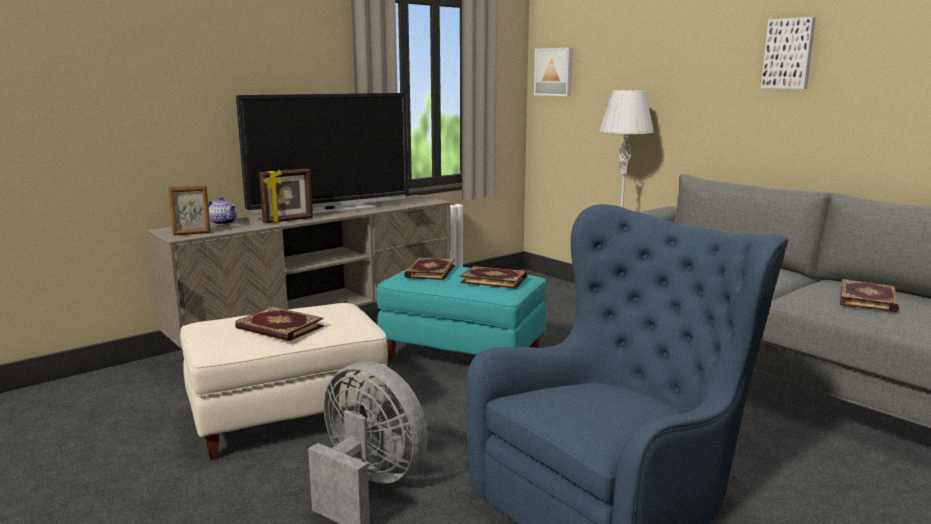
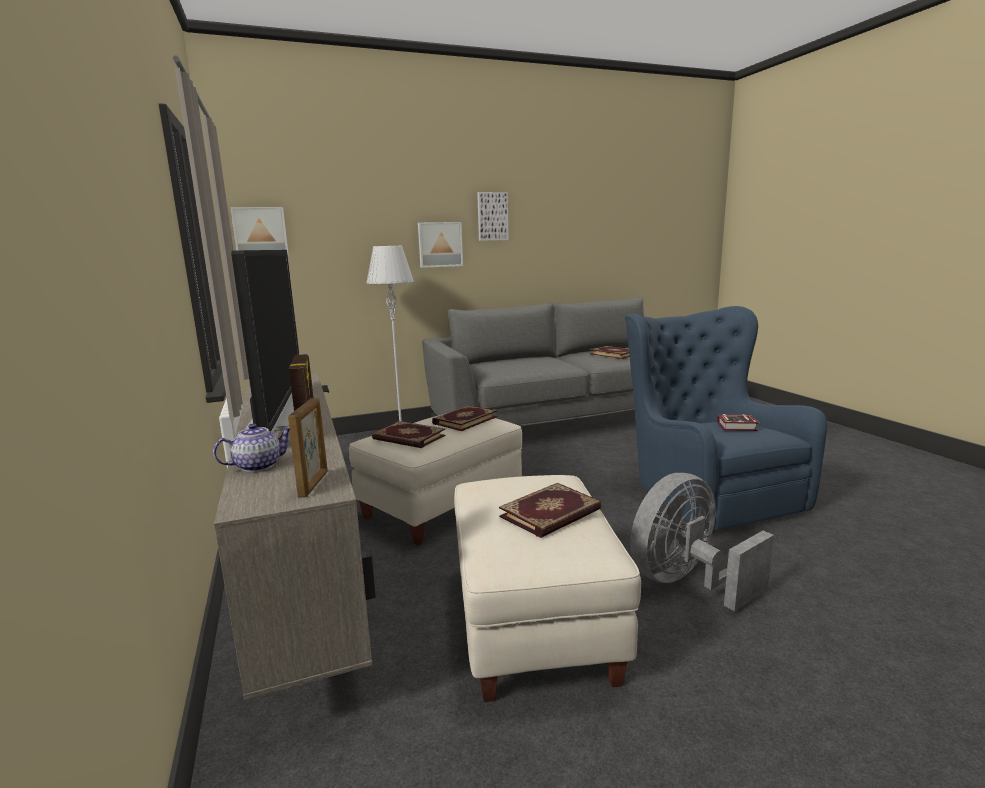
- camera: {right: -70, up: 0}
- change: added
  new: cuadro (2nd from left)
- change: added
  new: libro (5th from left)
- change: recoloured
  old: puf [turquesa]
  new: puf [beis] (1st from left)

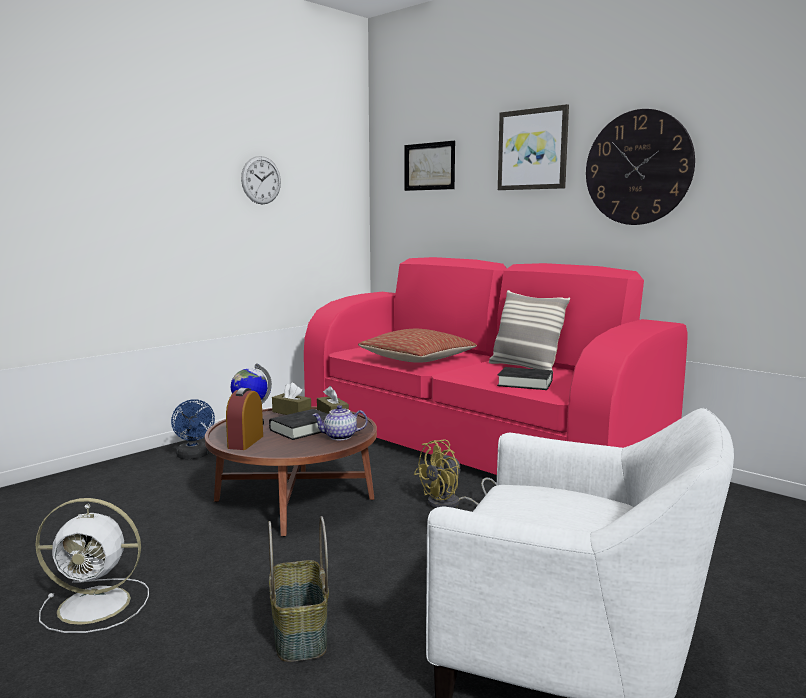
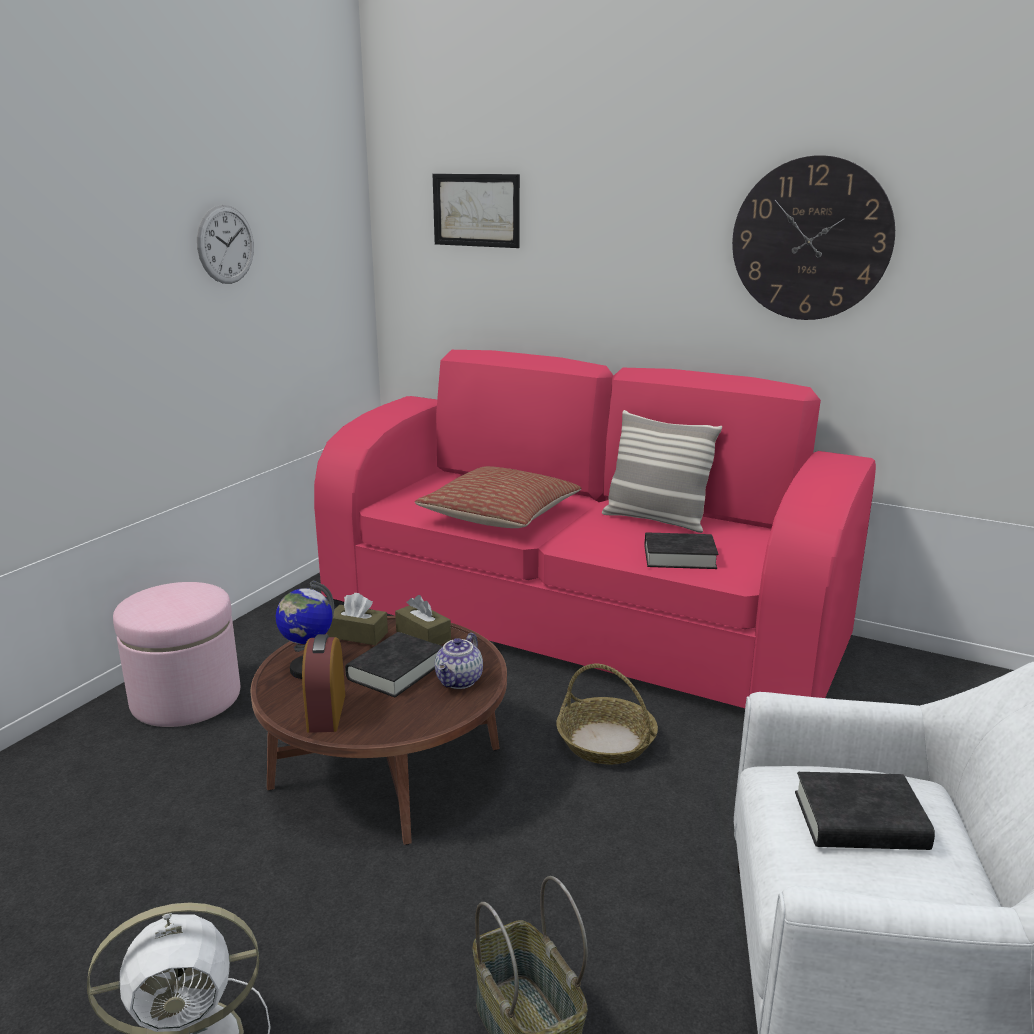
- camera: {right: -15, up: 10}
- change: removed
  old: cuadro (2nd from left)
- change: added
  new: libro [negro] (3rd from left)
- change: replaced
  old: ventilador [azul]
  new: puf [rosa]
- change: replaced
  old: ventilador [amarillo]
  new: cesta (2nd from left)
- change: turned
  old: tetera
  degrees: -45

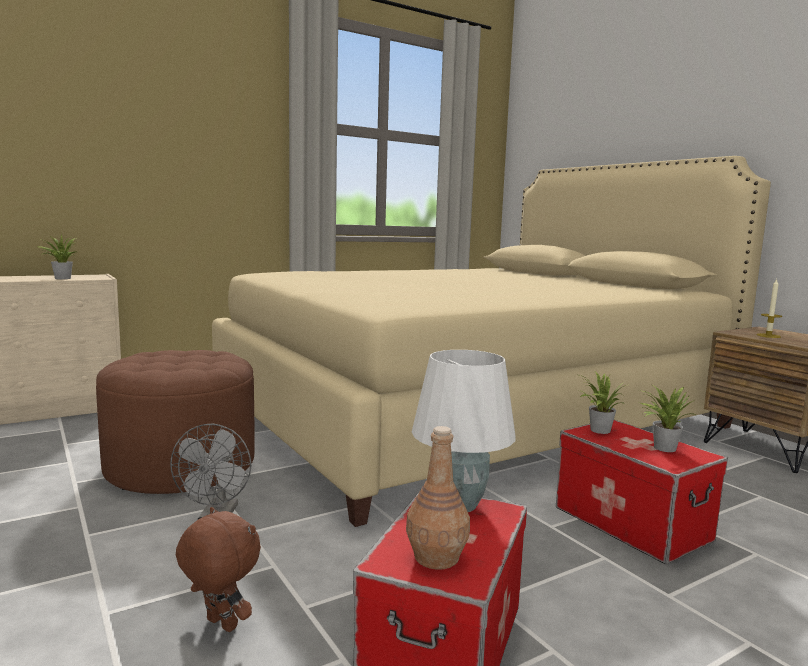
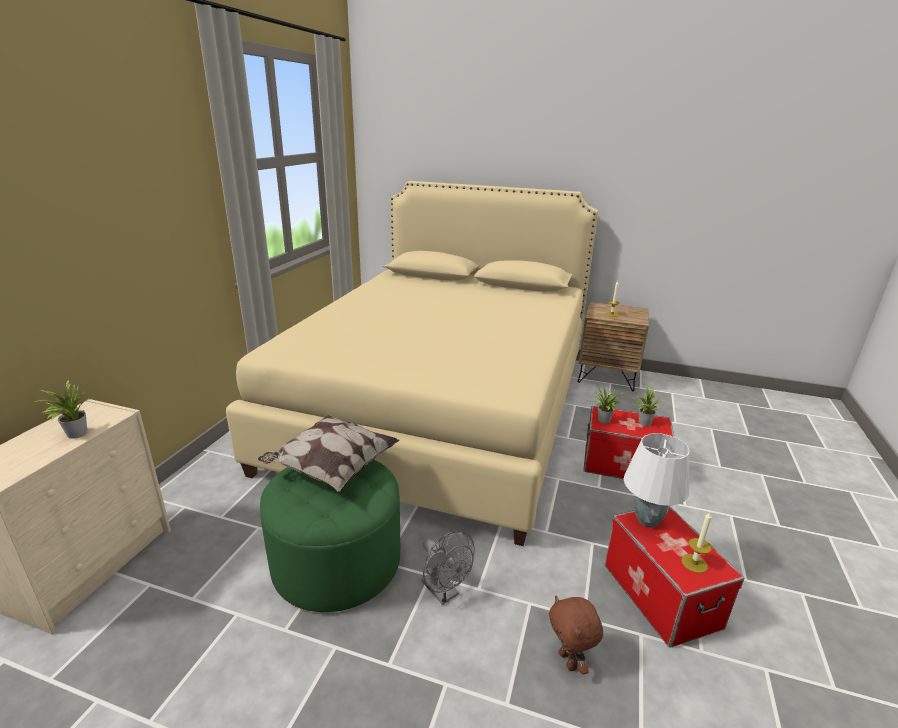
- camera: {right: -40, up: 15}
- change: added
  new: cojín
- change: replaced
  old: botella [marrón]
  new: vela (2nd from left)
- change: recoloured
  old: puf [marrón]
  new: puf [verde]
- change: turned
  old: peluche [marrón]
  degrees: -105

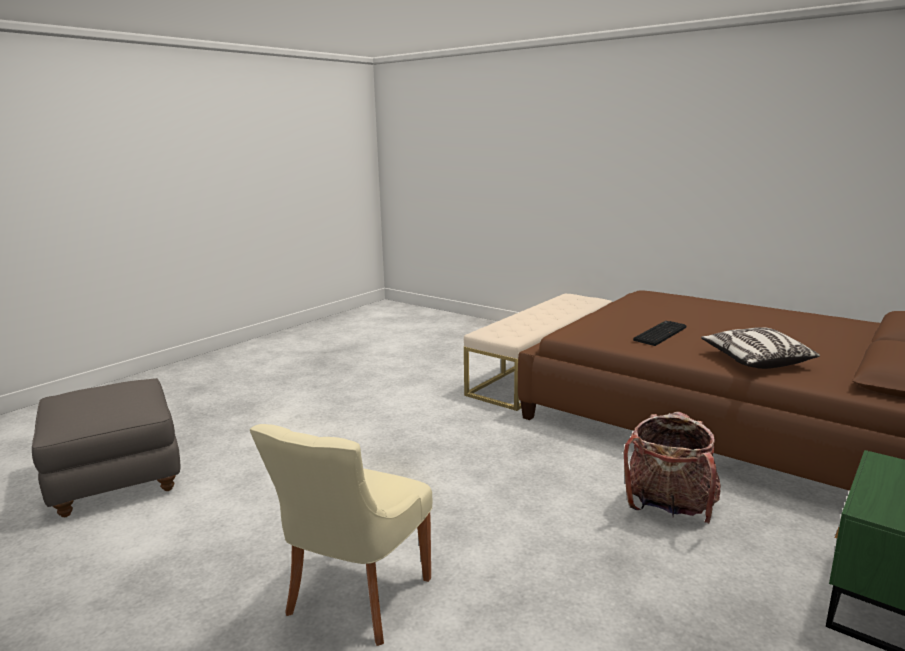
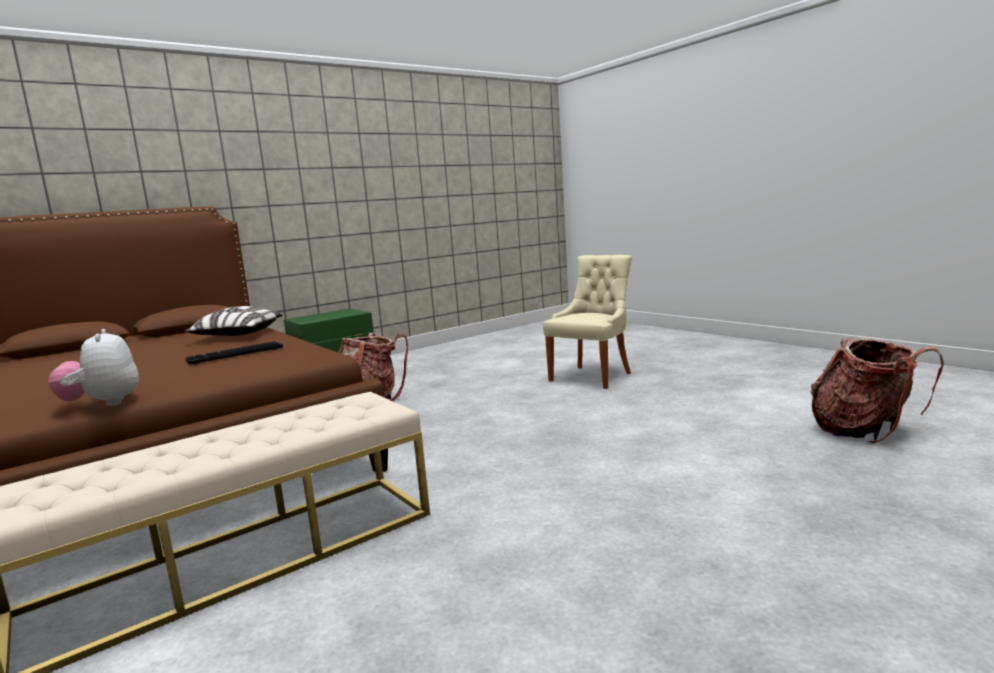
- camera: {right: -165, up: -5}
- change: added
  new: peluche
- change: replaced
  old: puf [gris]
  new: mochila (2nd from left)

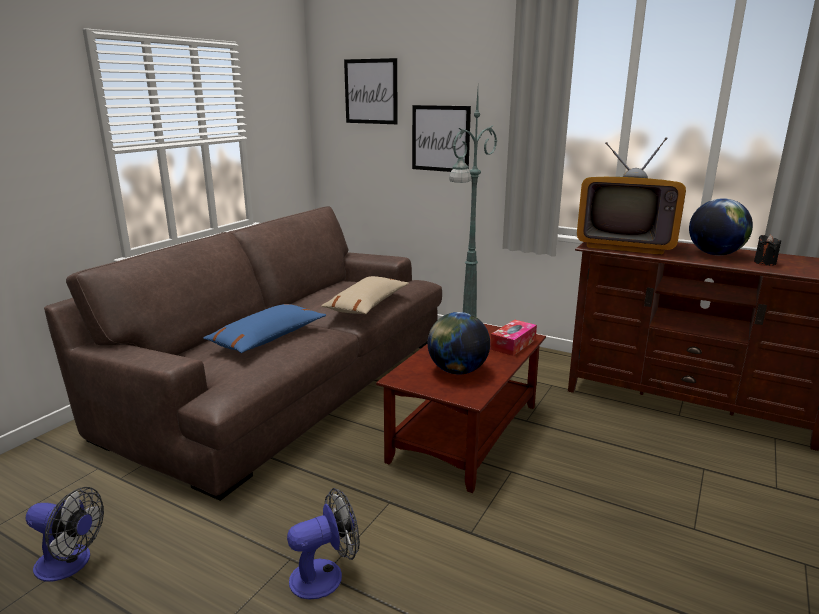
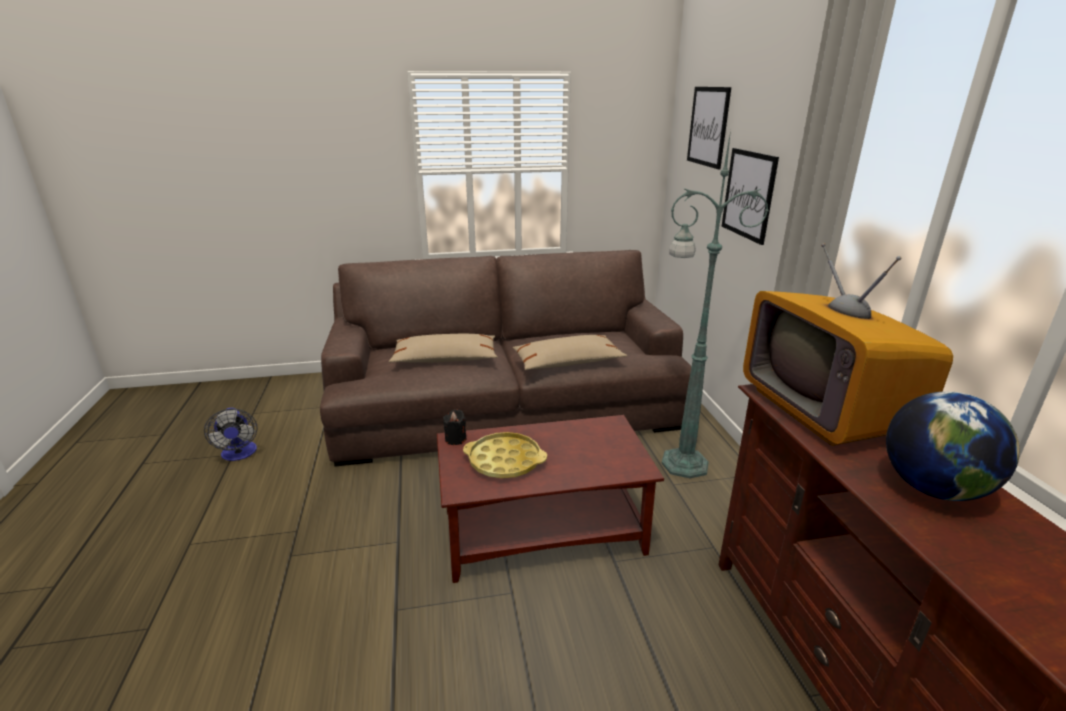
- camera: {right: 50, up: 5}
- change: removed
  old: ventilador (2nd from left)
- change: removed
  old: caja de pañuelos
- change: moved
  old: vela [negro]
- change: replaced
  old: globo terráqueo (1st from left)
  new: bandeja [amarillo]
- change: recoloured
  old: cojín [azul]
  new: cojín [beis] (1st from left)

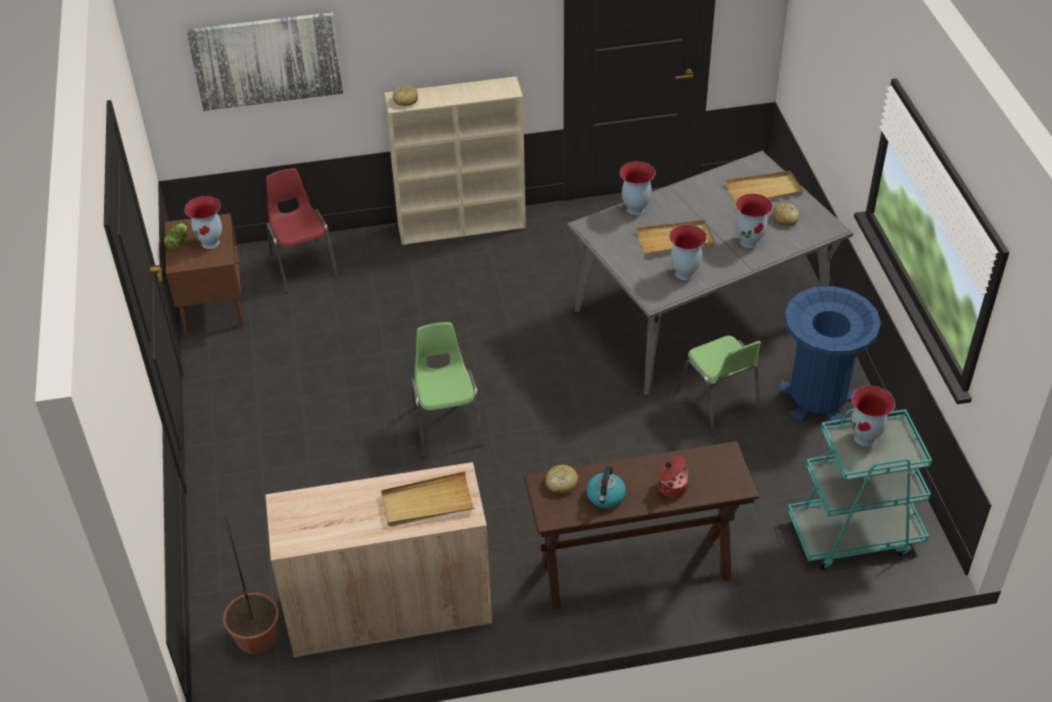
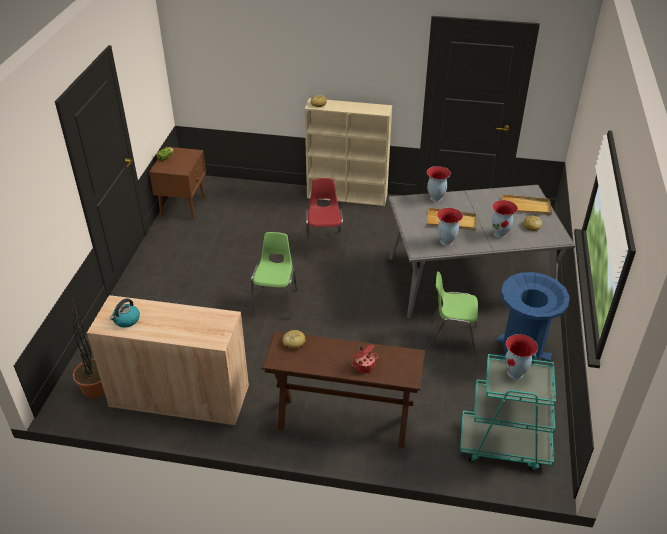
- camera: {right: 20, up: -5}
- change: removed
  old: florero (1st from left)
- change: removed
  old: cuadro
- change: removed
  old: bandeja [beis] (1st from left)
- change: moved
  old: silla [rojo]
- change: moved
  old: hervidor
- change: turned
  old: silla [verde] (2nd from left)
  degrees: 105

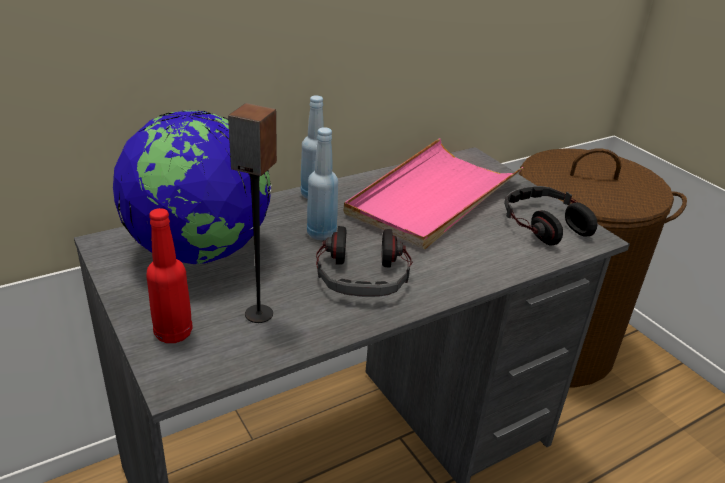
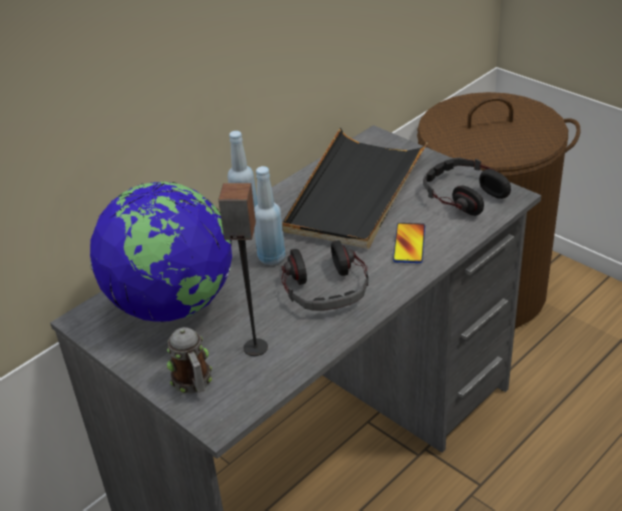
- camera: {right: -10, up: 5}
- change: added
  new: móvil
- change: replaced
  old: botella [rojo]
  new: taza grande
- change: recoloured
  old: bandeja [rosa]
  new: bandeja [negro]

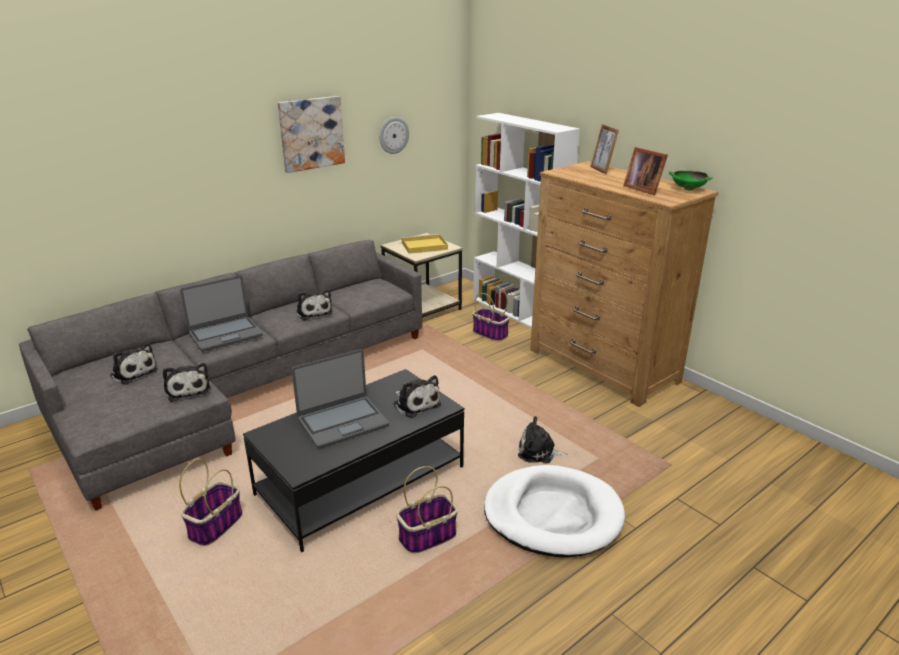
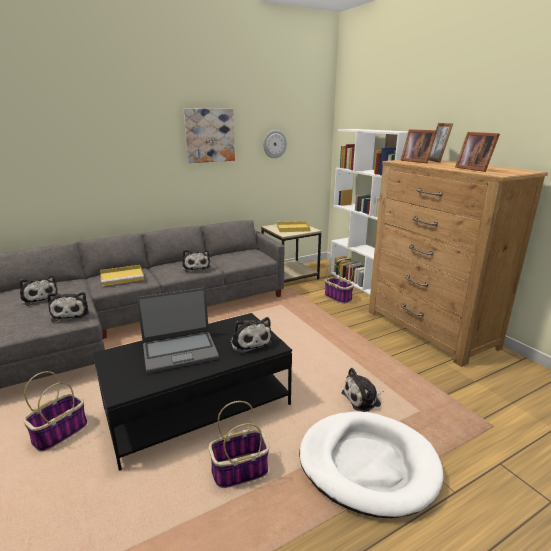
- camera: {right: 10, up: -5}
- change: removed
  old: cuenco [verde]
- change: added
  new: portarretratos (1st from left)
- change: replaced
  old: portátil (1st from left)
  new: bandeja [amarillo] (1st from left)
- change: turned
  old: peluche (5th from left)
  degrees: -45

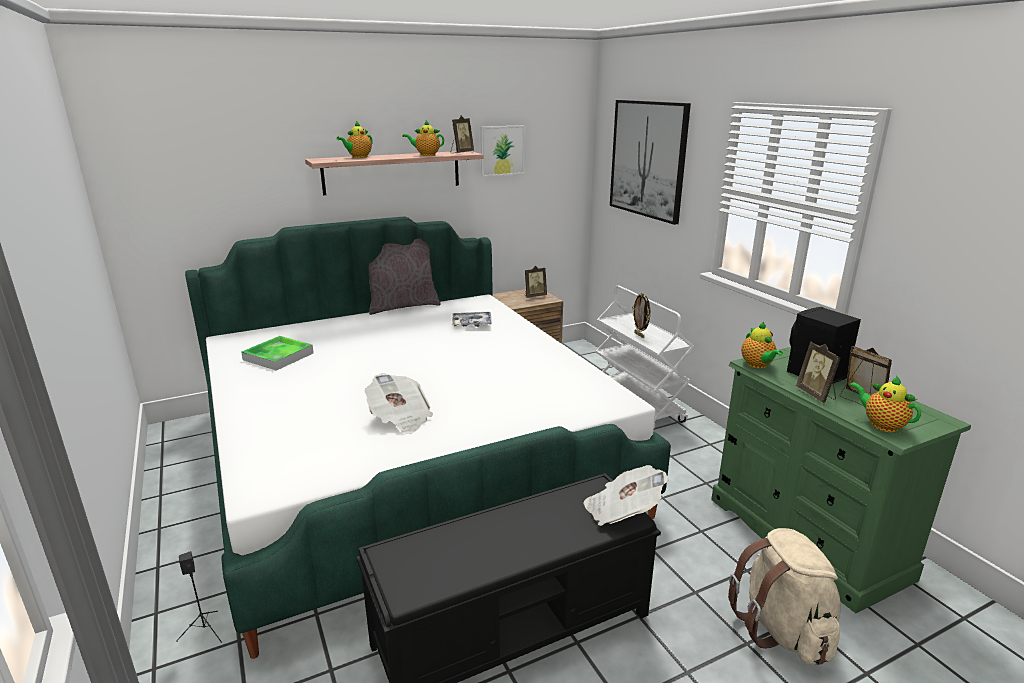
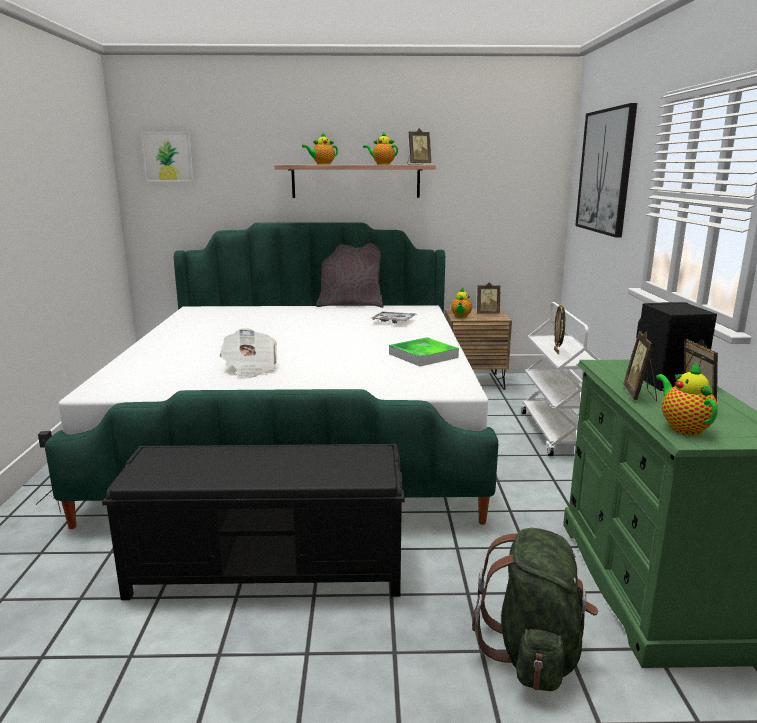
- camera: {right: 25, up: -5}
- change: removed
  old: periódico (2nd from left)
- change: moved
  old: bandeja (1st from left in the first image)
  new: bandeja (2nd from left)
- change: moved
  old: cuadro (1st from left)
- change: moved
  old: tetera (3rd from left)
- change: recoloured
  old: mochila [beis]
  new: mochila [verde]

